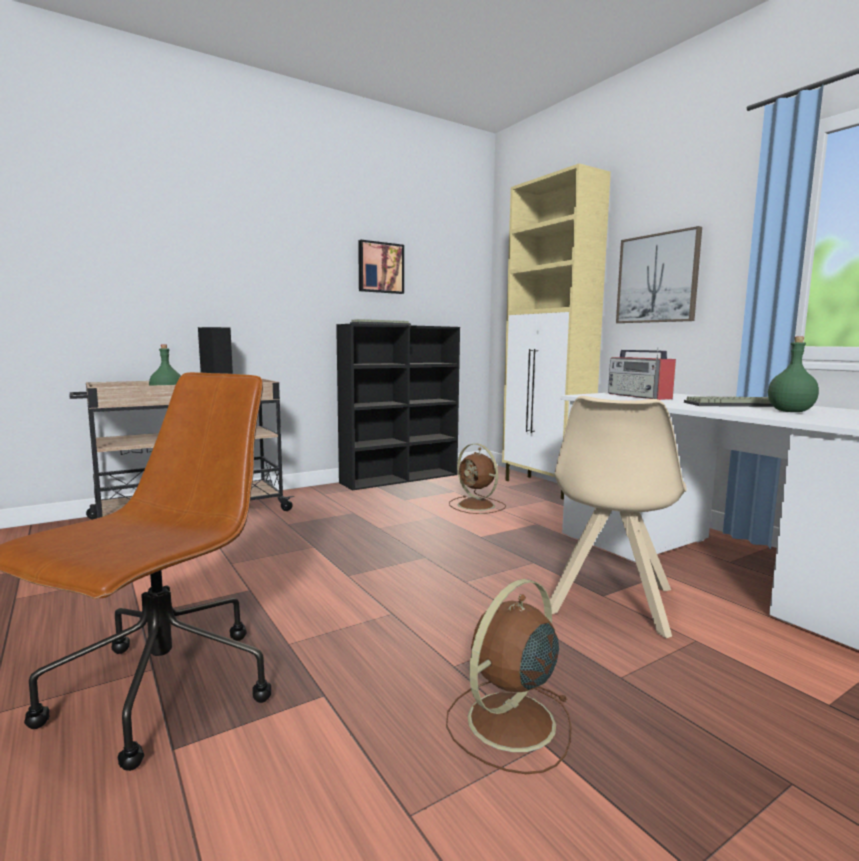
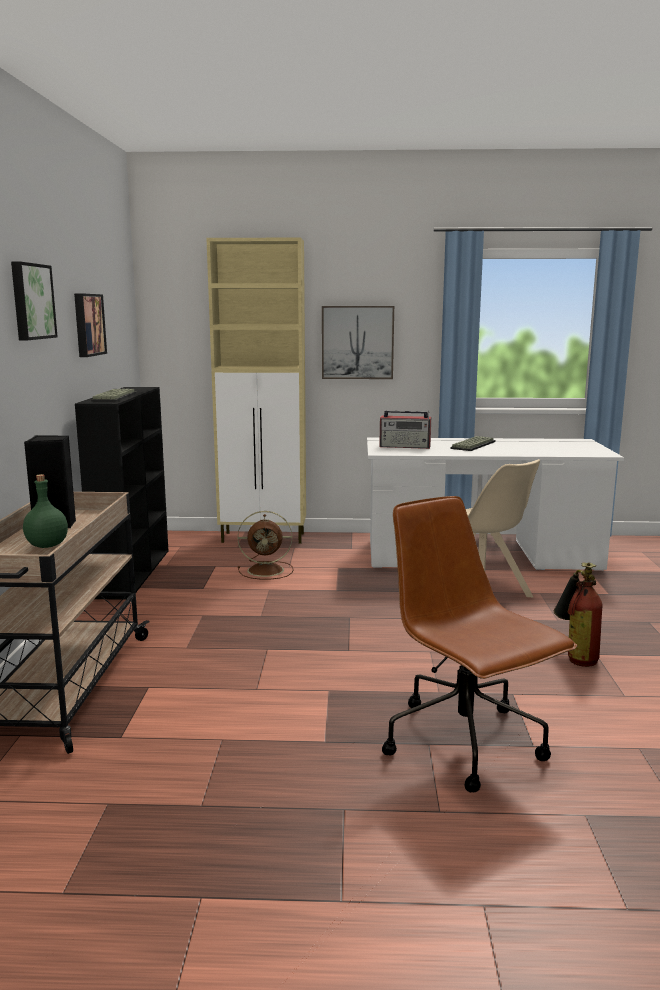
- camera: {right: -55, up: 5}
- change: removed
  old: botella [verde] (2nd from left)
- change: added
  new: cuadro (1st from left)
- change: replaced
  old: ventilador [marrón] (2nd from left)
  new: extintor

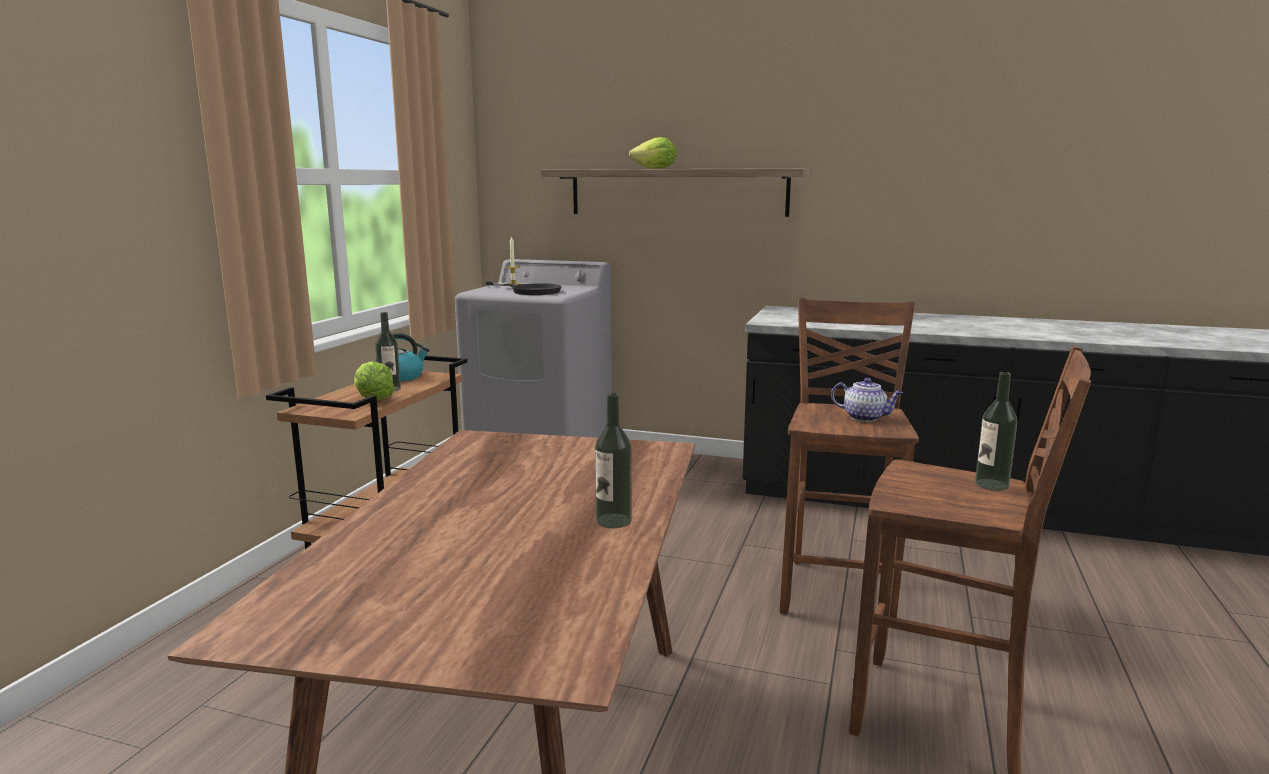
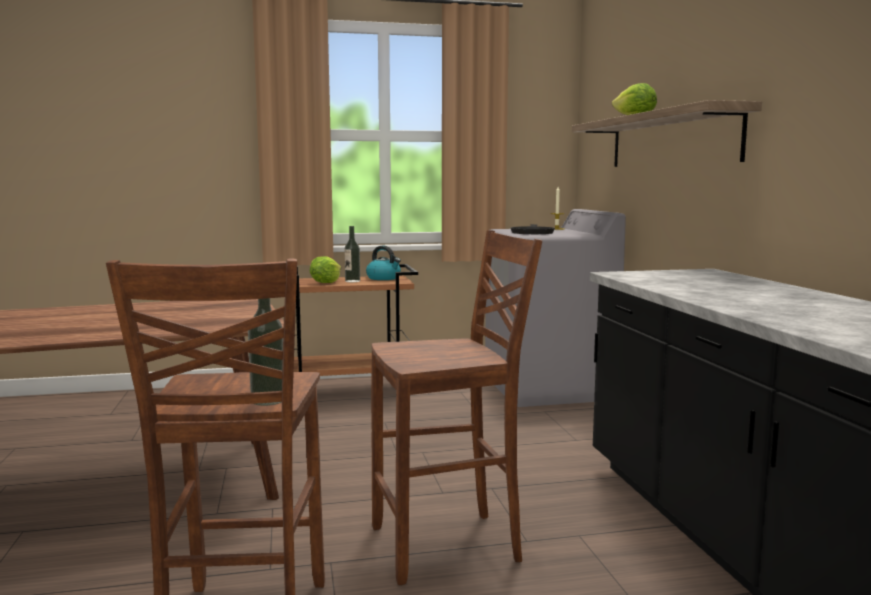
- camera: {right: 60, up: -5}
- change: removed
  old: botella (2nd from left)
- change: removed
  old: tetera

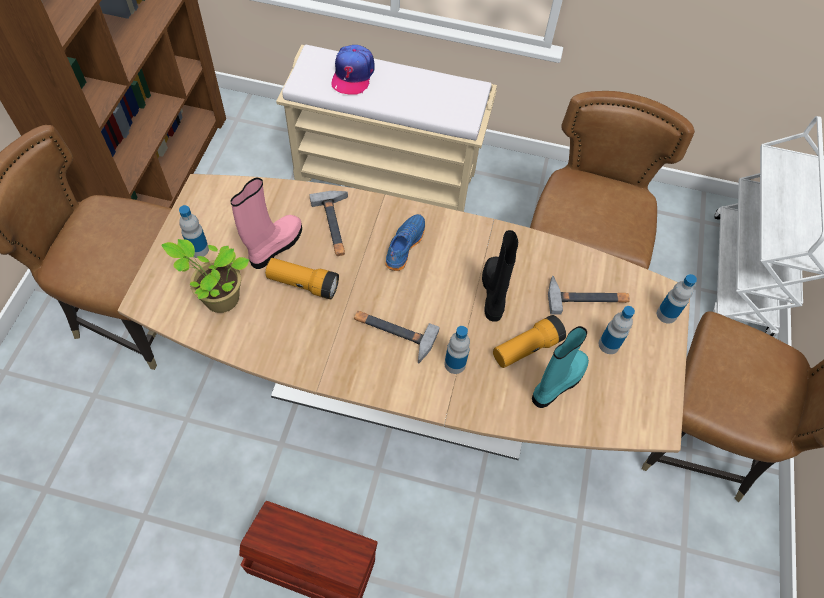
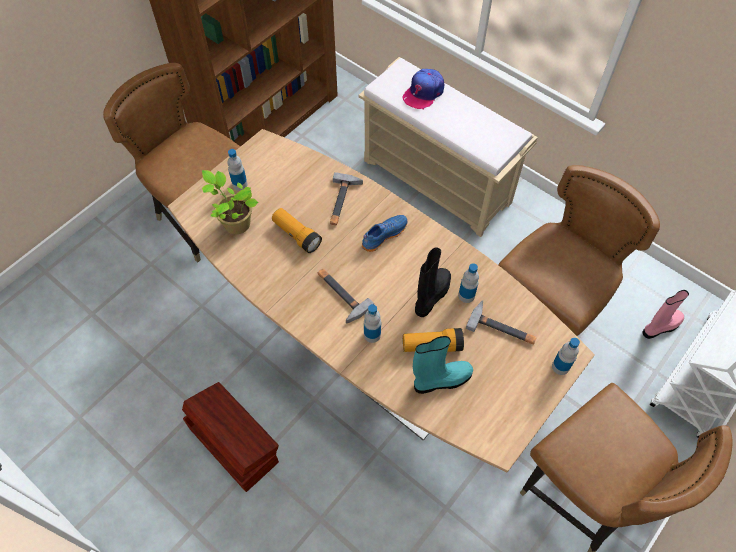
- camera: {right: 30, up: 0}
- change: moved
  old: bota [rosa]
- change: moved
  old: botella (3rd from left)

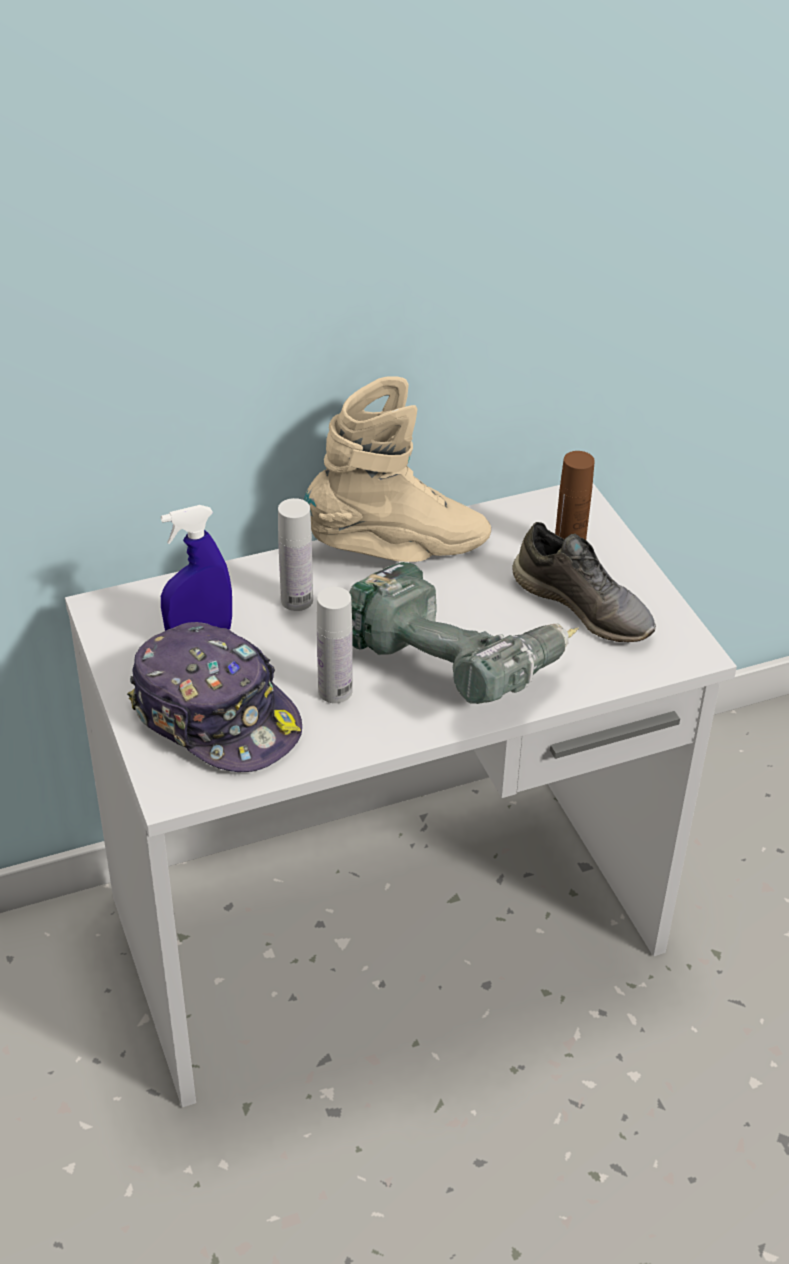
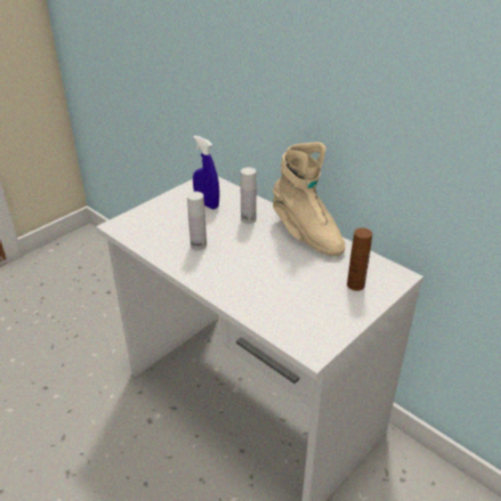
- camera: {right: 65, up: -5}
- change: removed
  old: gorra
- change: removed
  old: taladro
- change: removed
  old: zapato [gris]

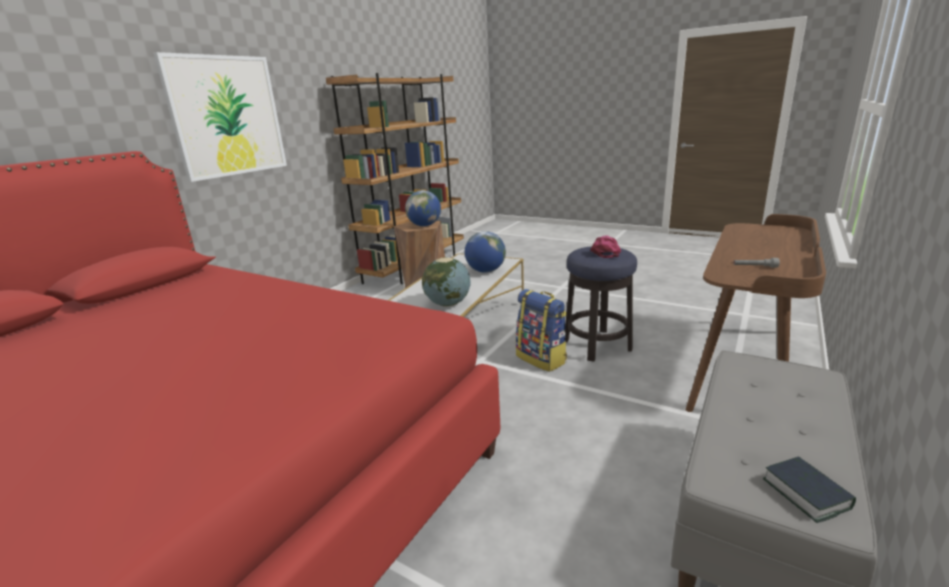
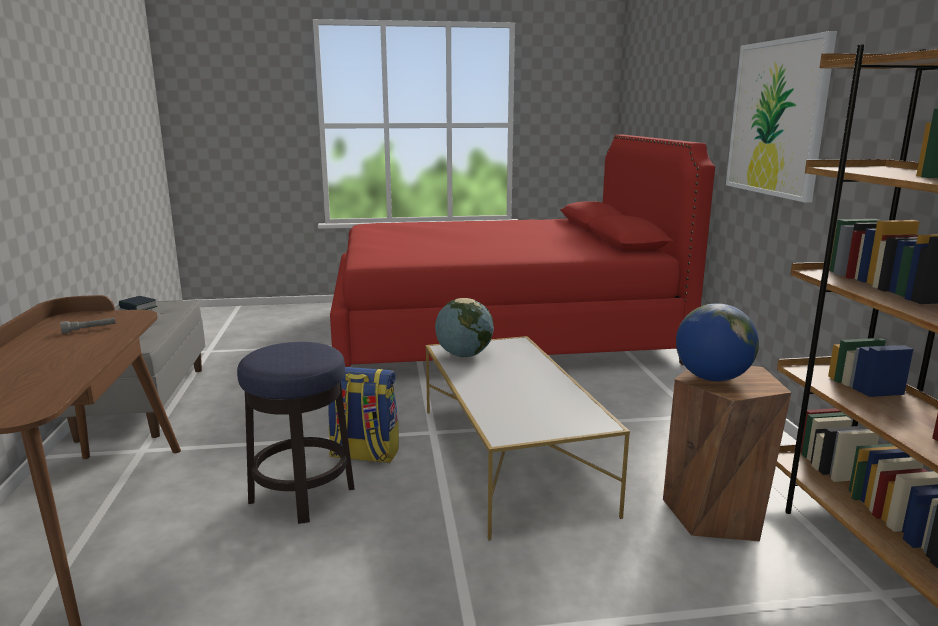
- camera: {right: 140, up: -5}
- change: removed
  old: globo terráqueo (3rd from left)
- change: removed
  old: gorra [rosa]

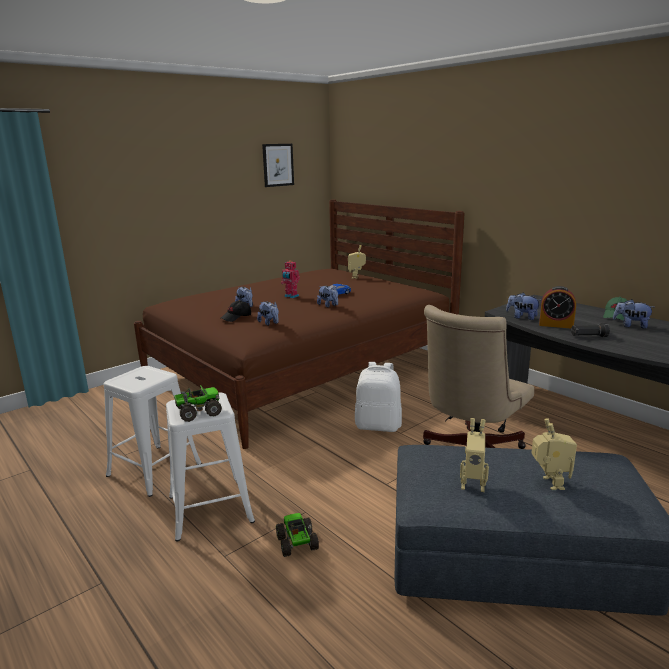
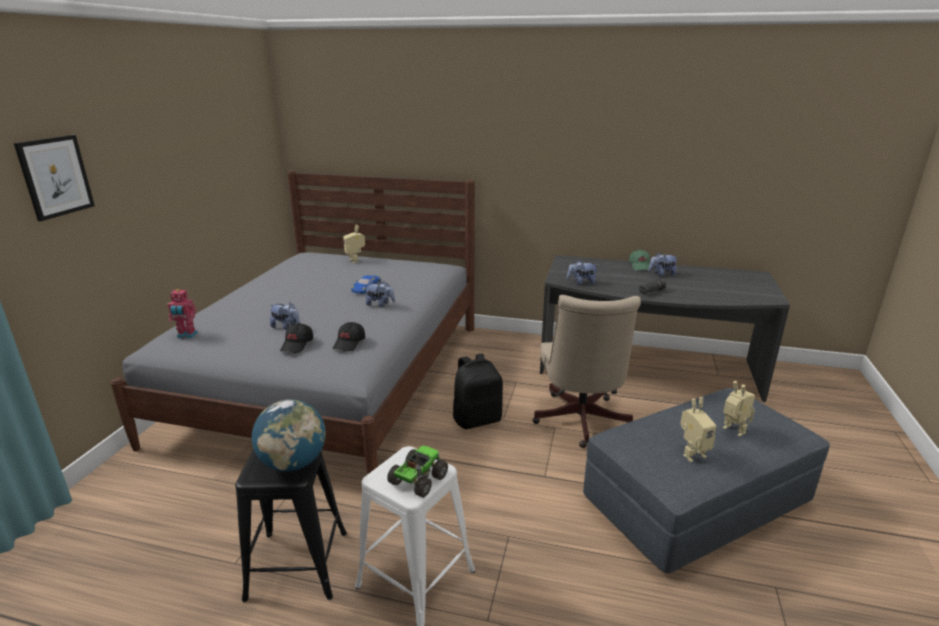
- camera: {right: -35, up: 5}
- change: removed
  old: camión de juguete (2nd from left)
- change: removed
  old: despertador
- change: added
  new: globo terráqueo
- change: moved
  old: cuadro
- change: moved
  old: robot de juguete (1st from left)
- change: replaced
  old: peluche (2nd from left)
  new: gorra [negro] (2nd from left)
- change: recoloured
  old: taburete [blanco] (1st from left)
  new: taburete [negro]
- change: recoloured
  old: cama [marrón]
  new: cama [gris]
- change: recoloured
  old: mochila [blanco]
  new: mochila [negro]

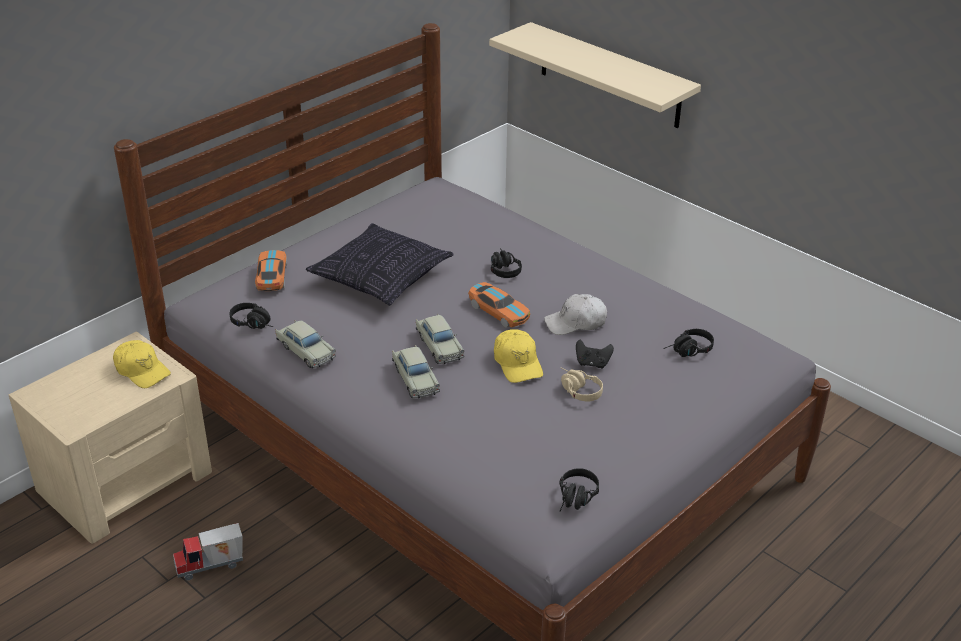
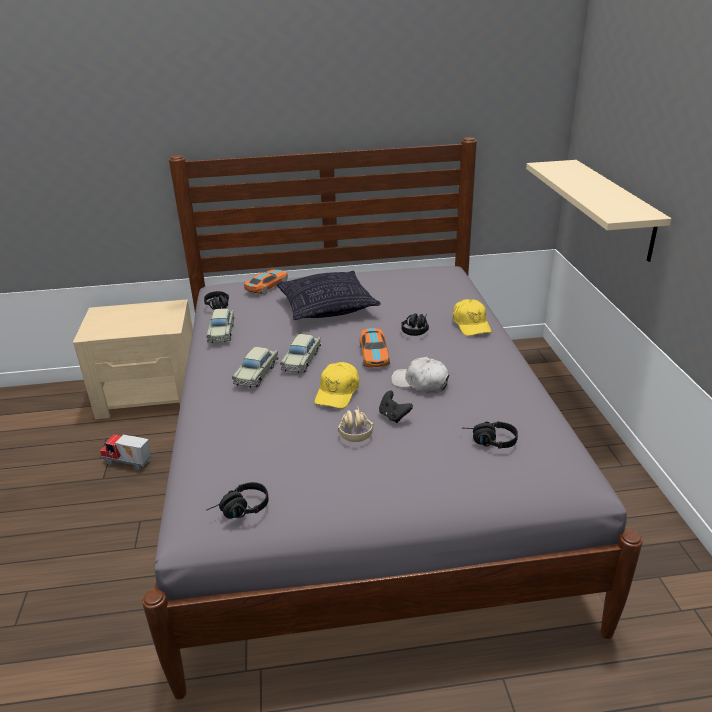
- camera: {right: 40, up: -5}
- change: moved
  old: gorra [amarillo] (1st from left in the first image)
  new: gorra [amarillo] (2nd from left)

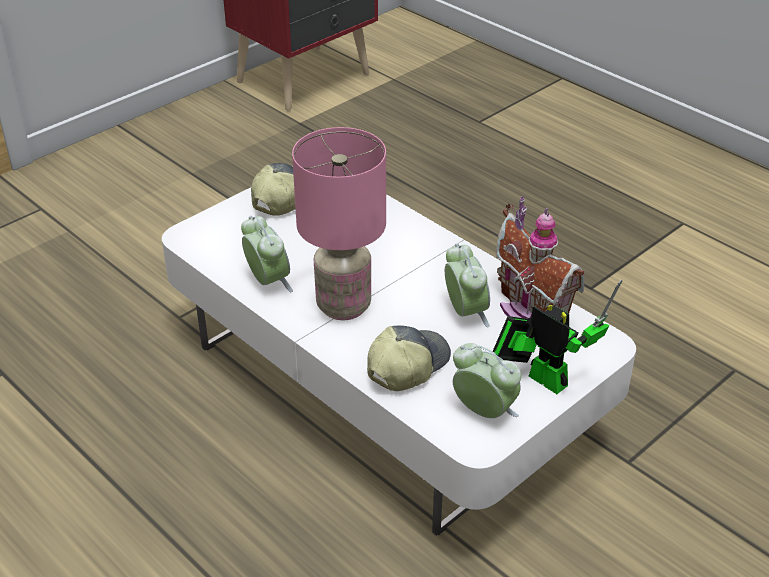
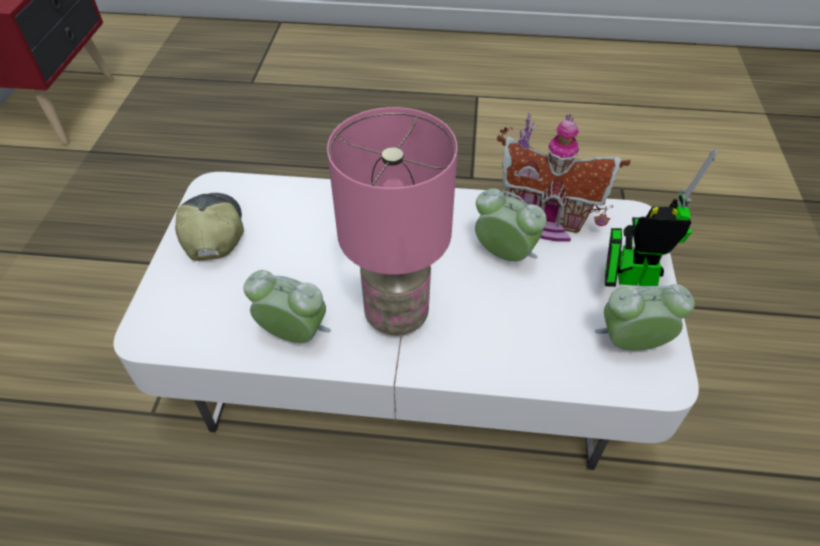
- camera: {right: -40, up: 10}
- change: removed
  old: gorra (2nd from left)

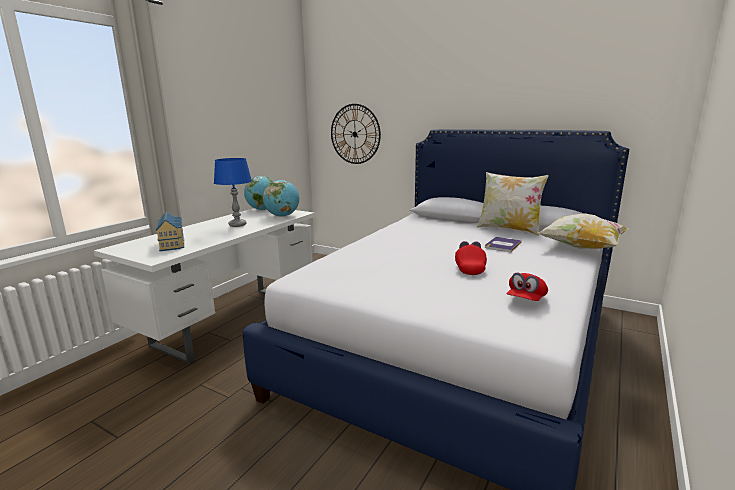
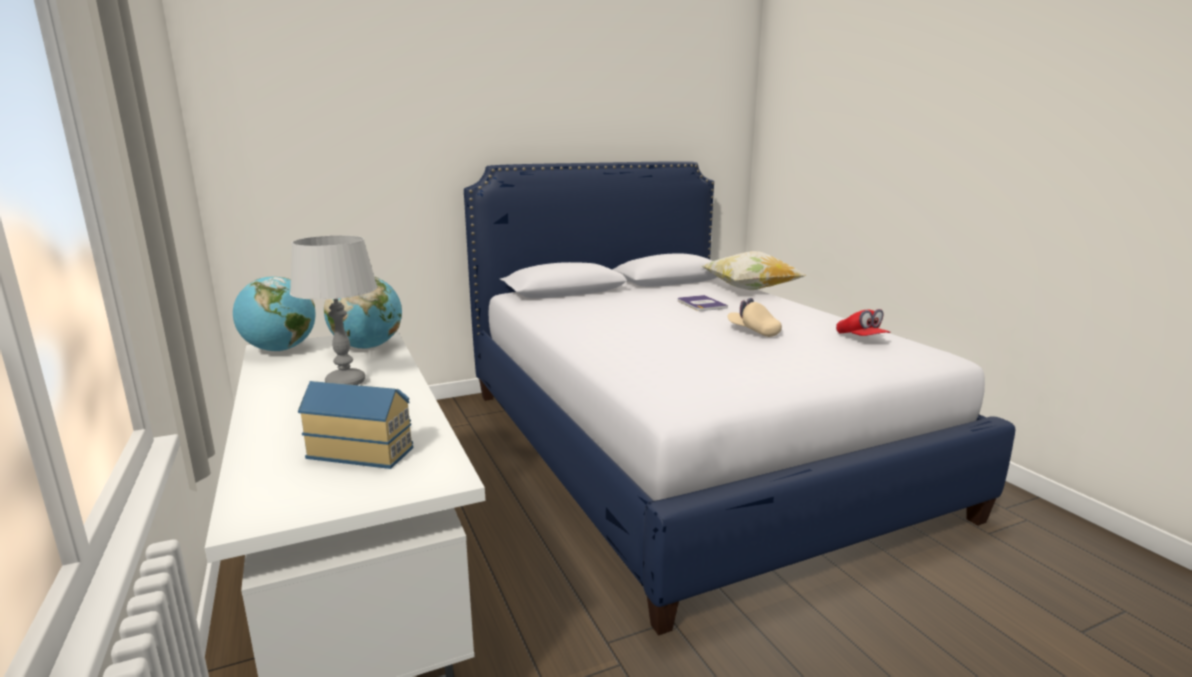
- camera: {right: -55, up: 0}
- change: removed
  old: reloj de pared
- change: removed
  old: cojín (1st from left)
- change: recoloured
  old: lámpara de mesa [azul]
  new: lámpara de mesa [gris]
- change: recoloured
  old: gorra [rojo] (1st from left)
  new: gorra [beis]

